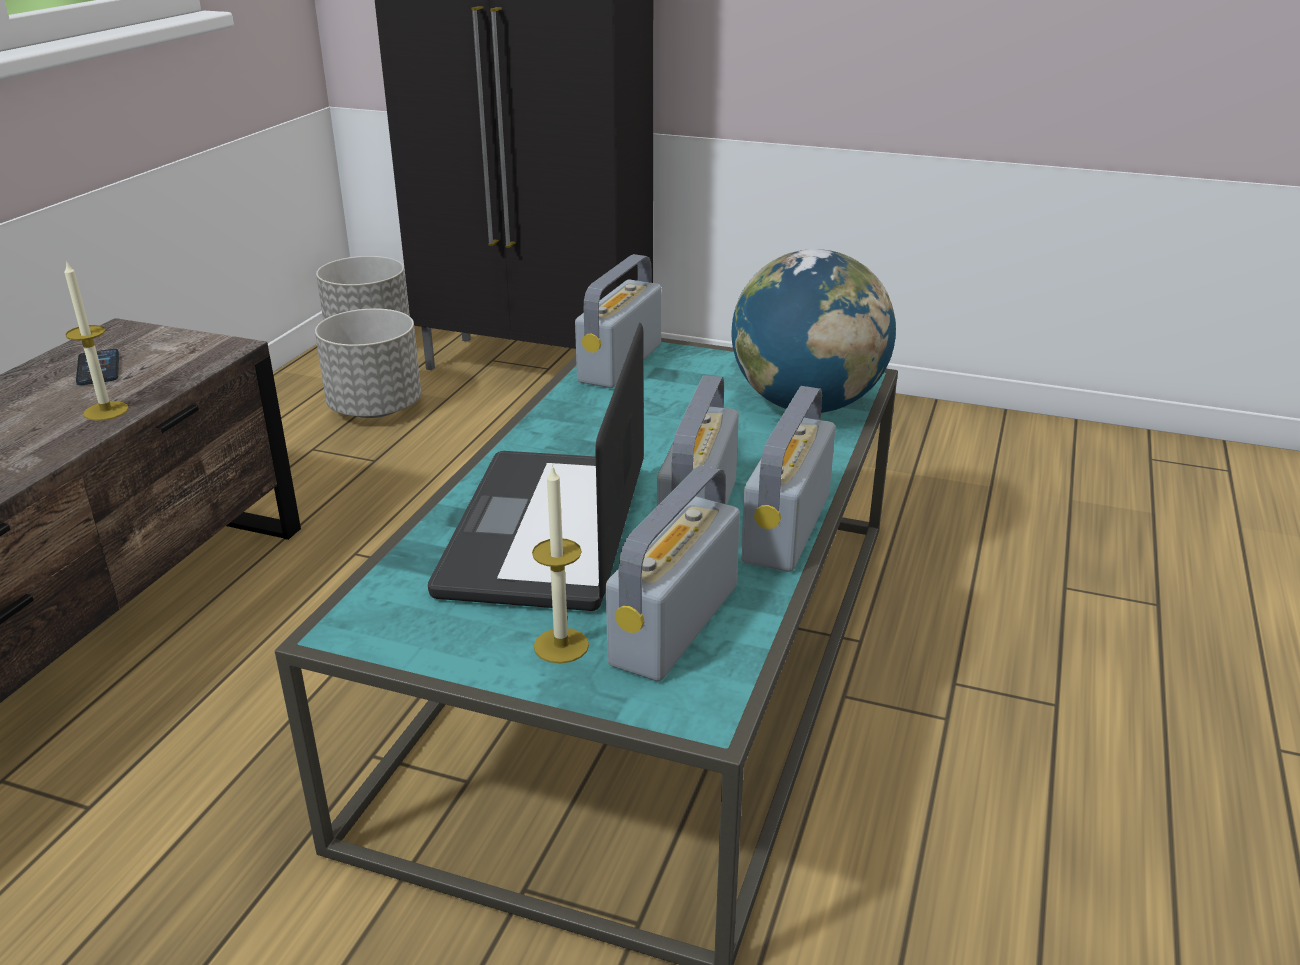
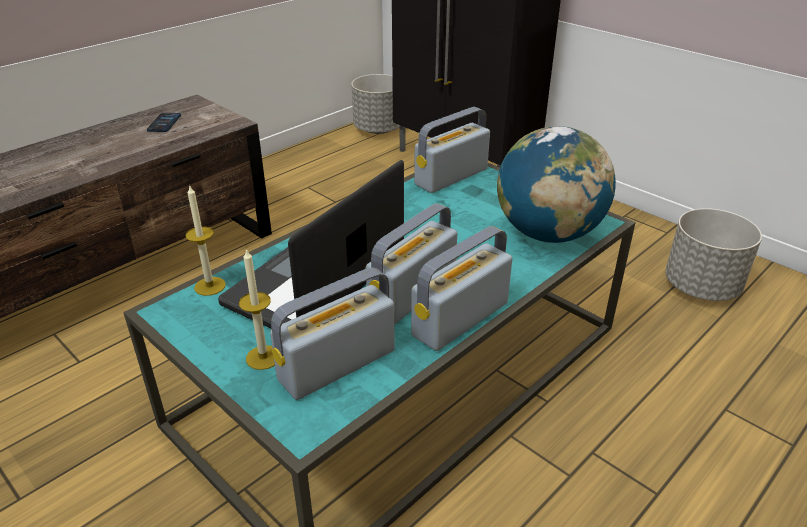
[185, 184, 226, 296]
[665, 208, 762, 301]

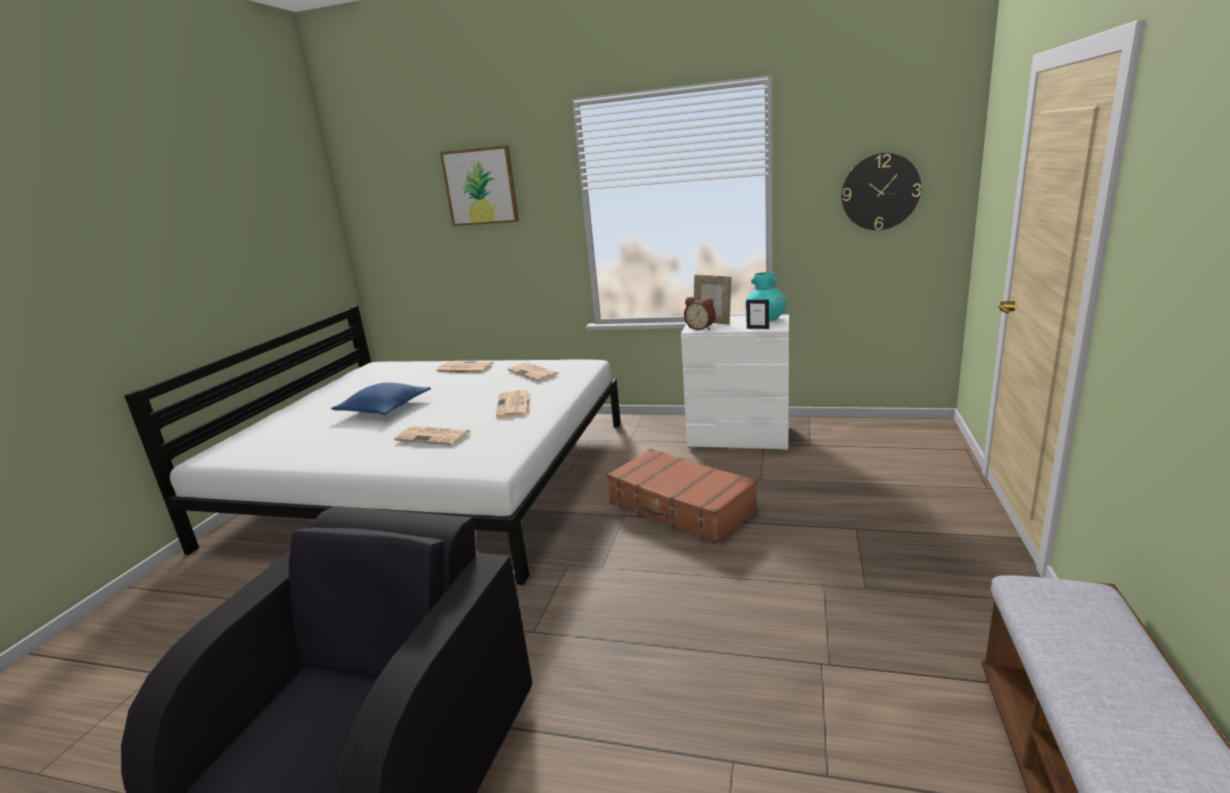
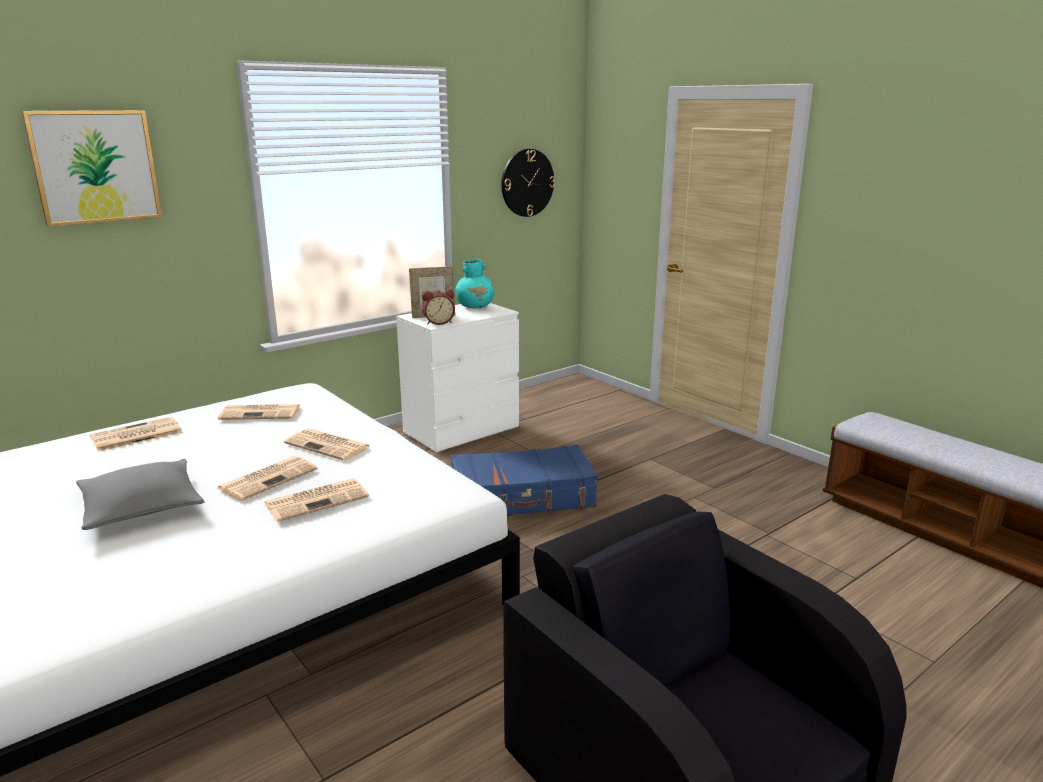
[76, 459, 204, 530]
[451, 445, 598, 515]
[746, 300, 769, 329] (first image)
[217, 456, 318, 501]

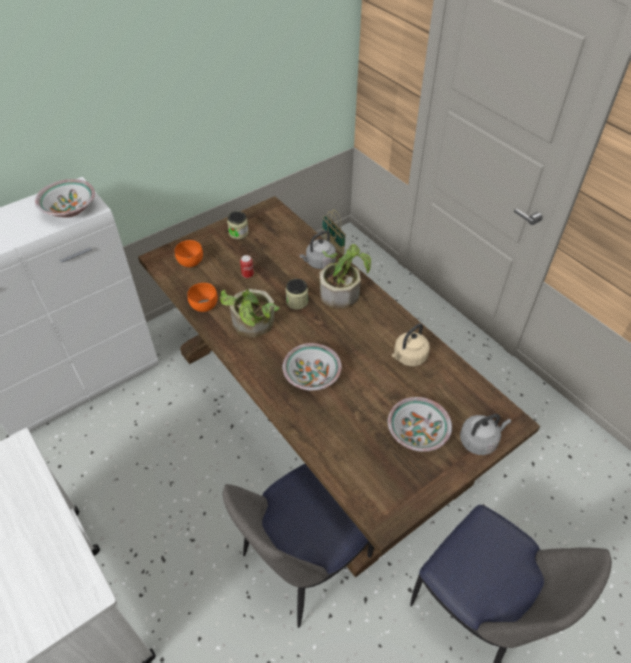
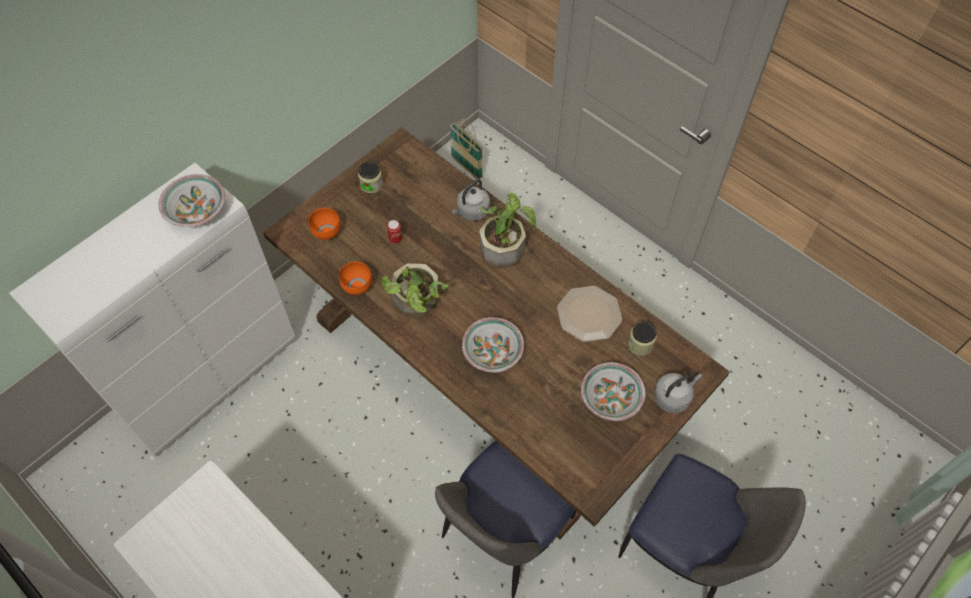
[628, 322, 657, 356]
[557, 286, 622, 342]

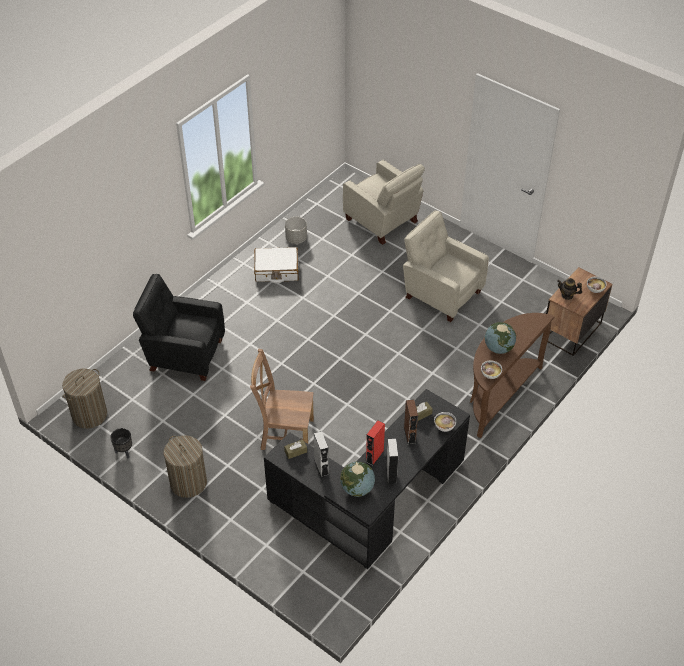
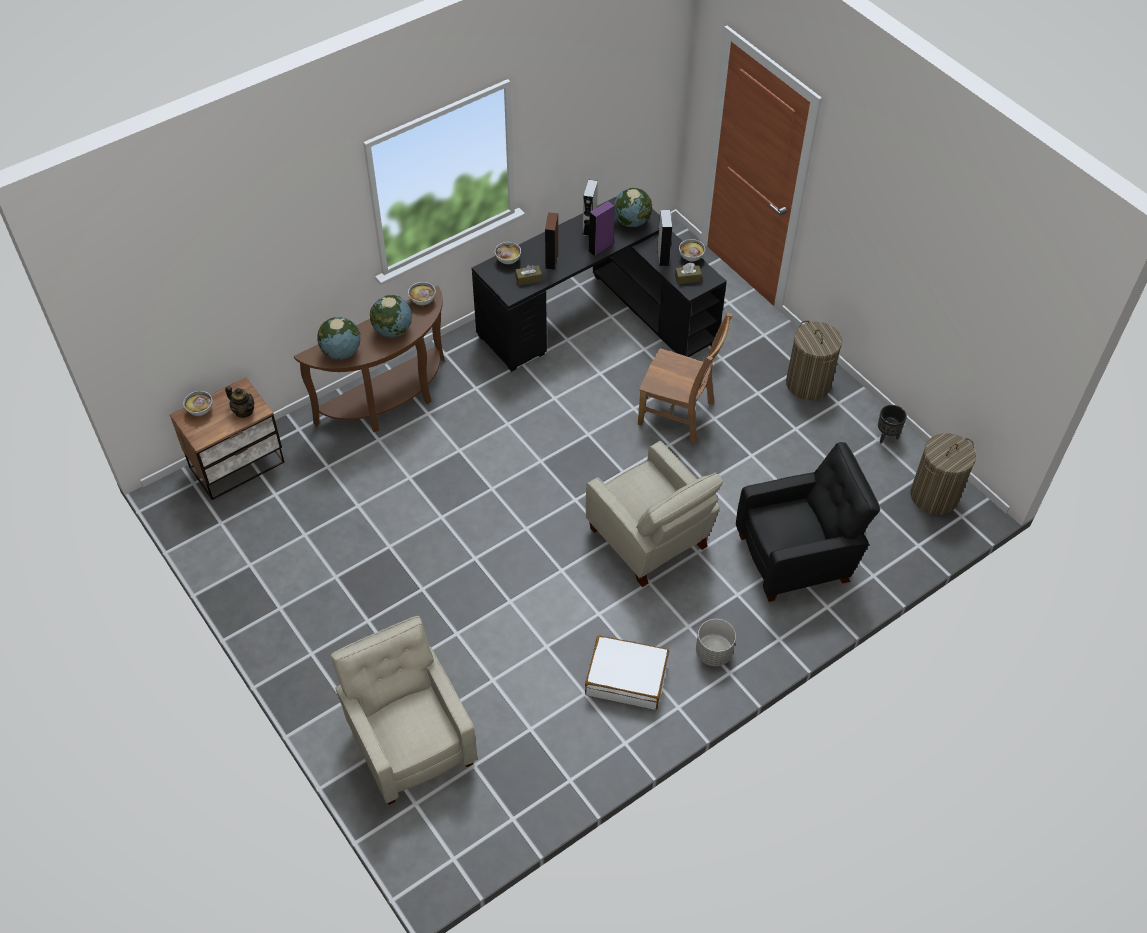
[736, 442, 880, 602]
[696, 619, 736, 666]
[588, 201, 615, 257]
[586, 441, 723, 587]
[318, 317, 360, 359]
[679, 239, 705, 261]

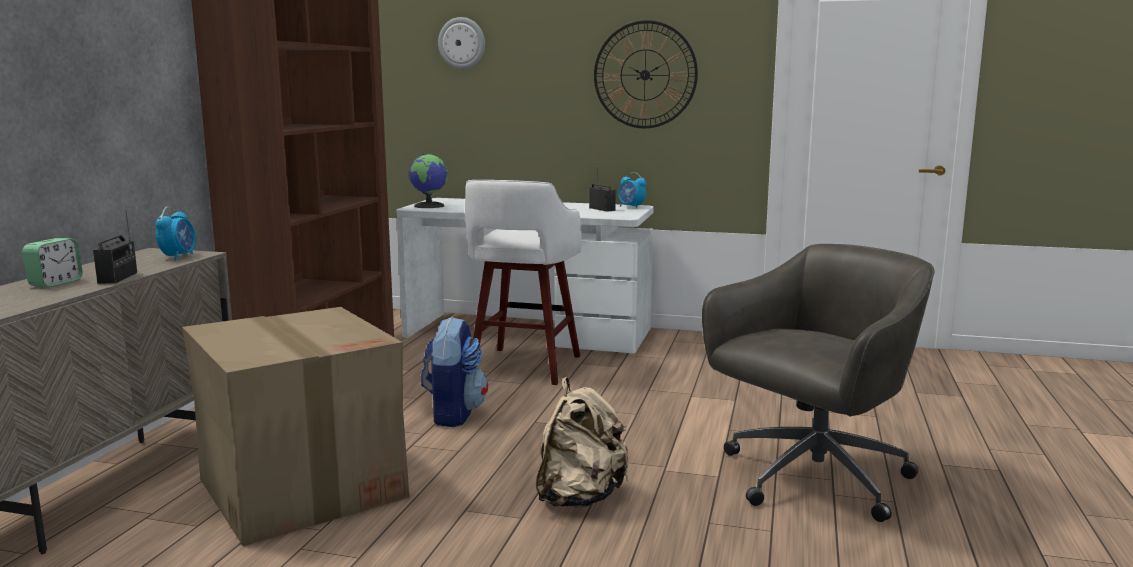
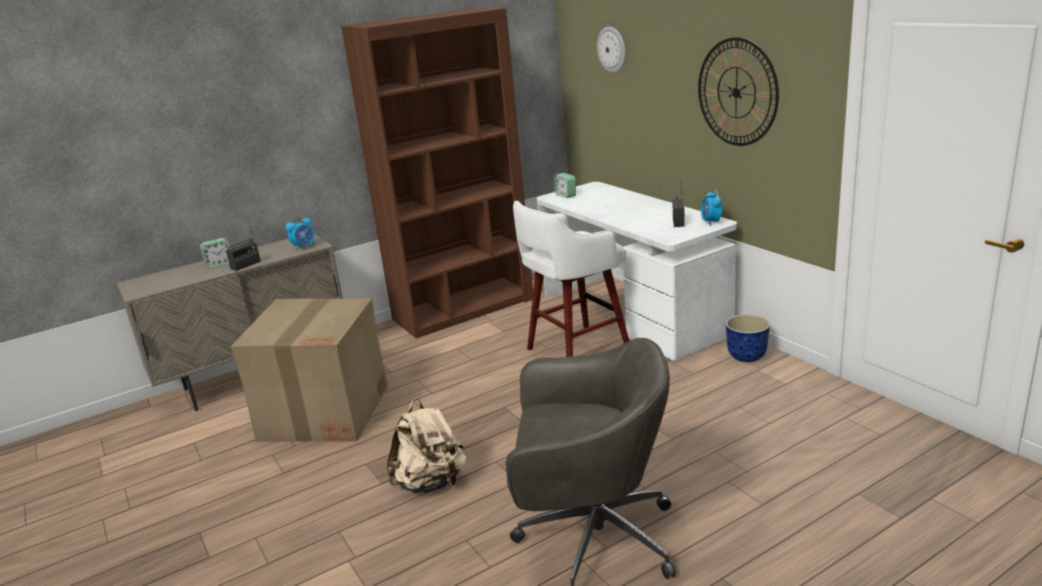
[554, 173, 576, 198]
[421, 317, 488, 427] (first image)
[726, 314, 770, 362]

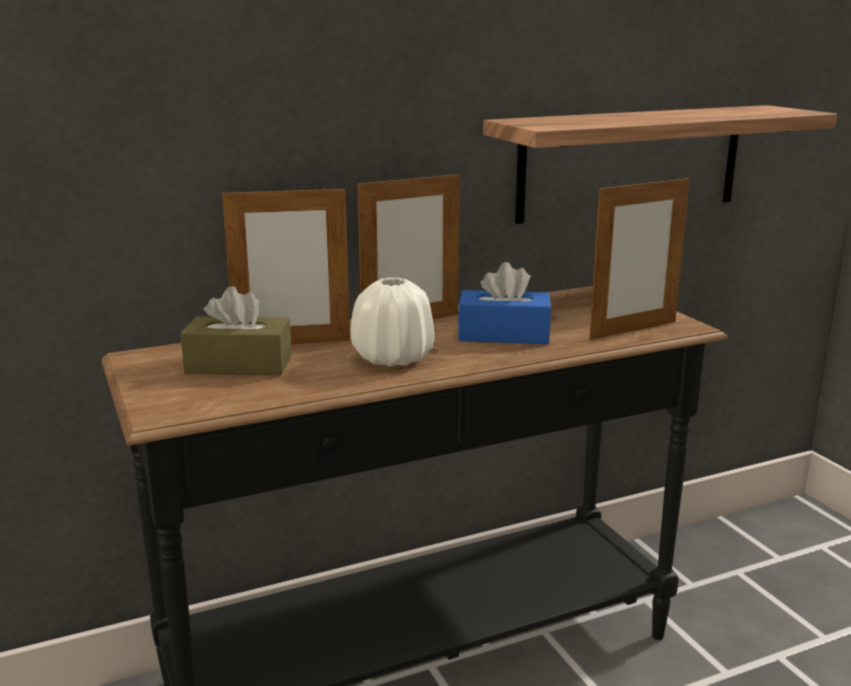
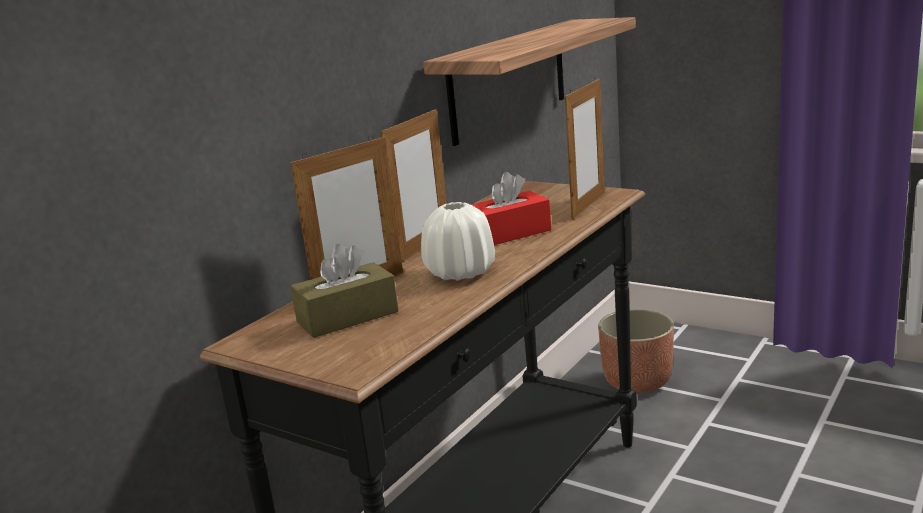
[471, 172, 551, 245]
[598, 309, 674, 393]

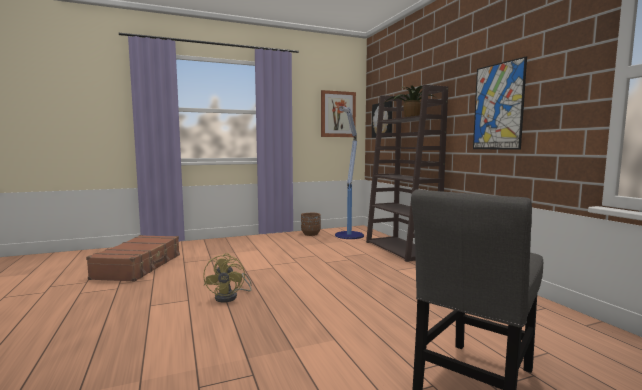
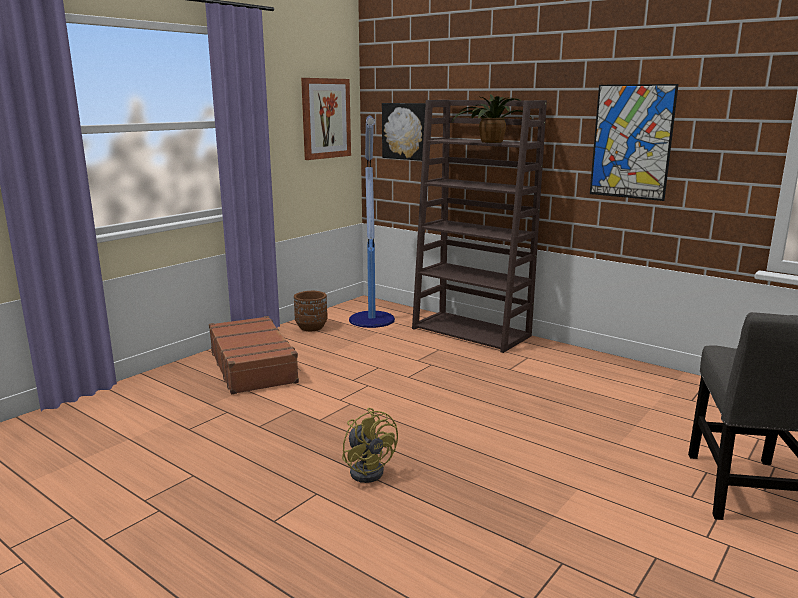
[209, 316, 301, 394]

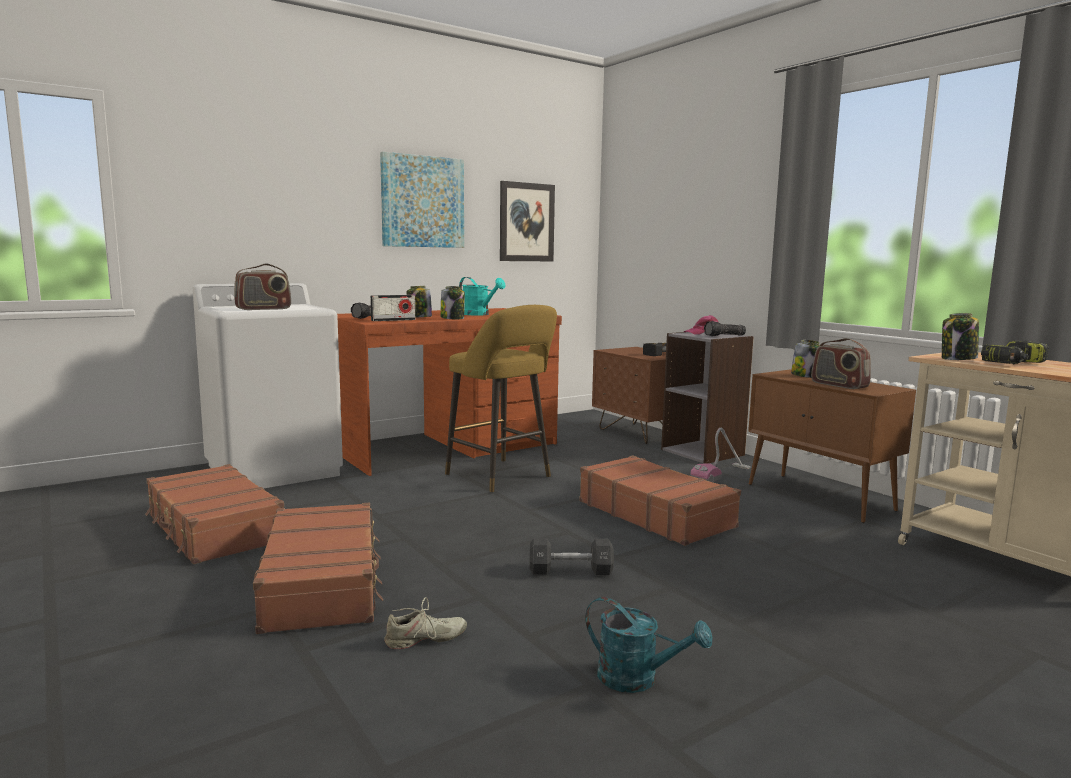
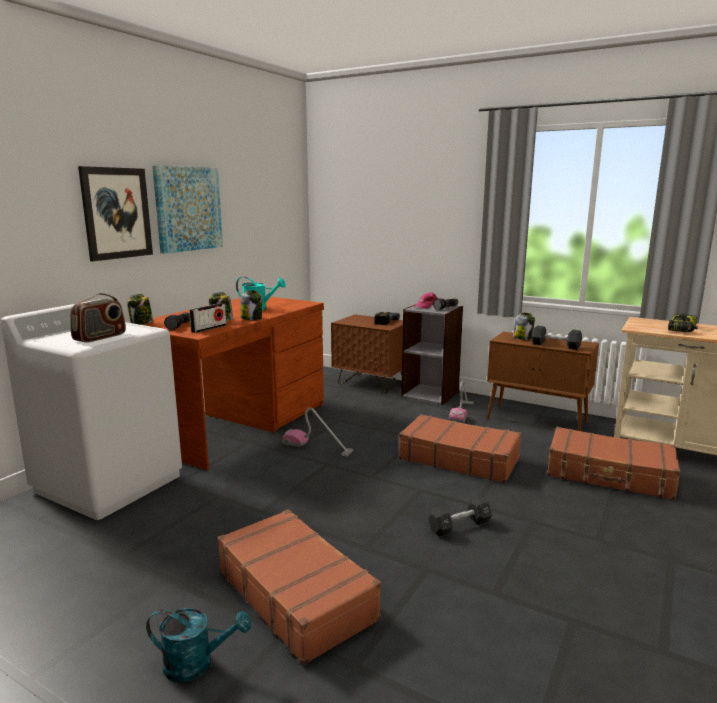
[547, 427, 680, 500]
[384, 597, 467, 649] (first image)
[282, 407, 353, 456]
[78, 166, 153, 261]
[146, 608, 251, 682]
[532, 326, 582, 350]
[127, 294, 153, 325]

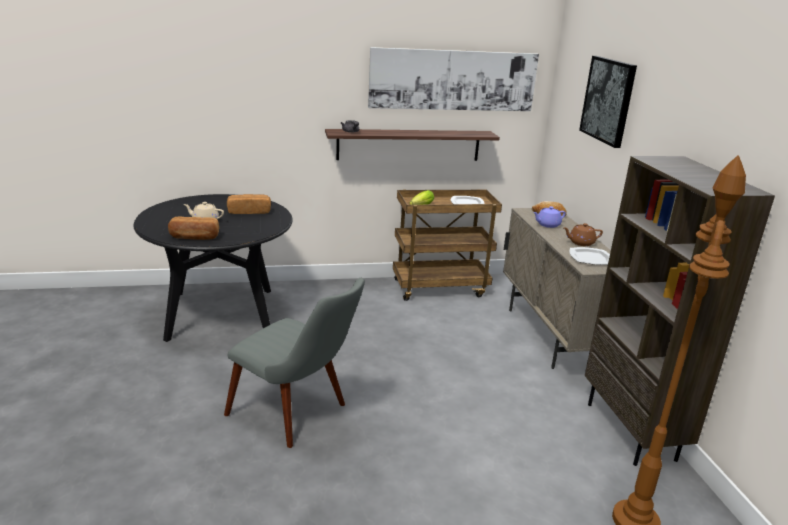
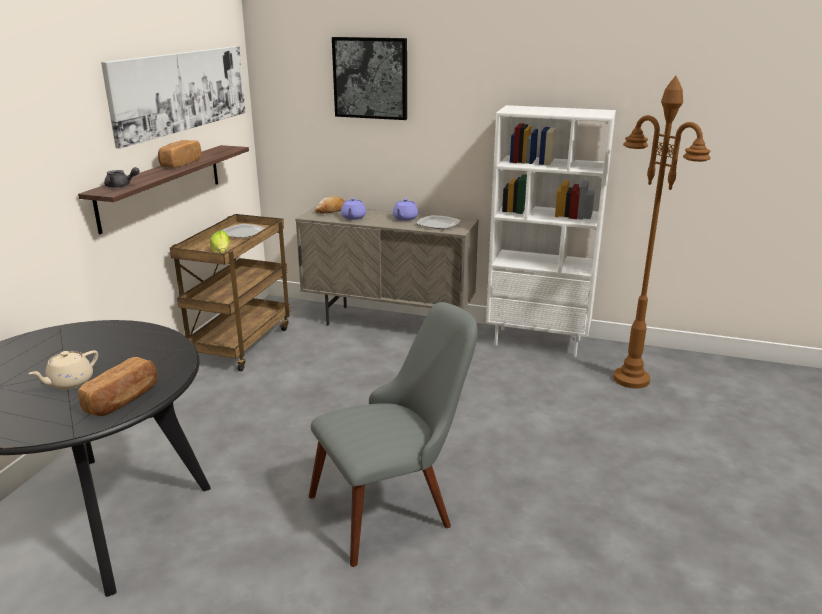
[158, 140, 201, 167]
[393, 199, 418, 221]
[486, 105, 616, 357]

